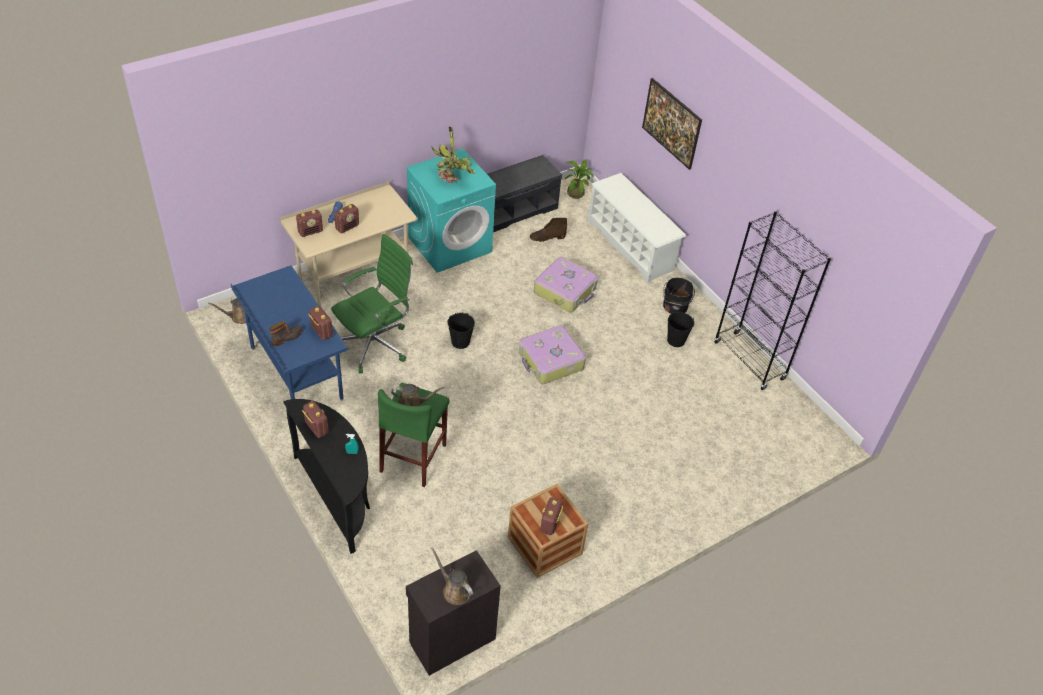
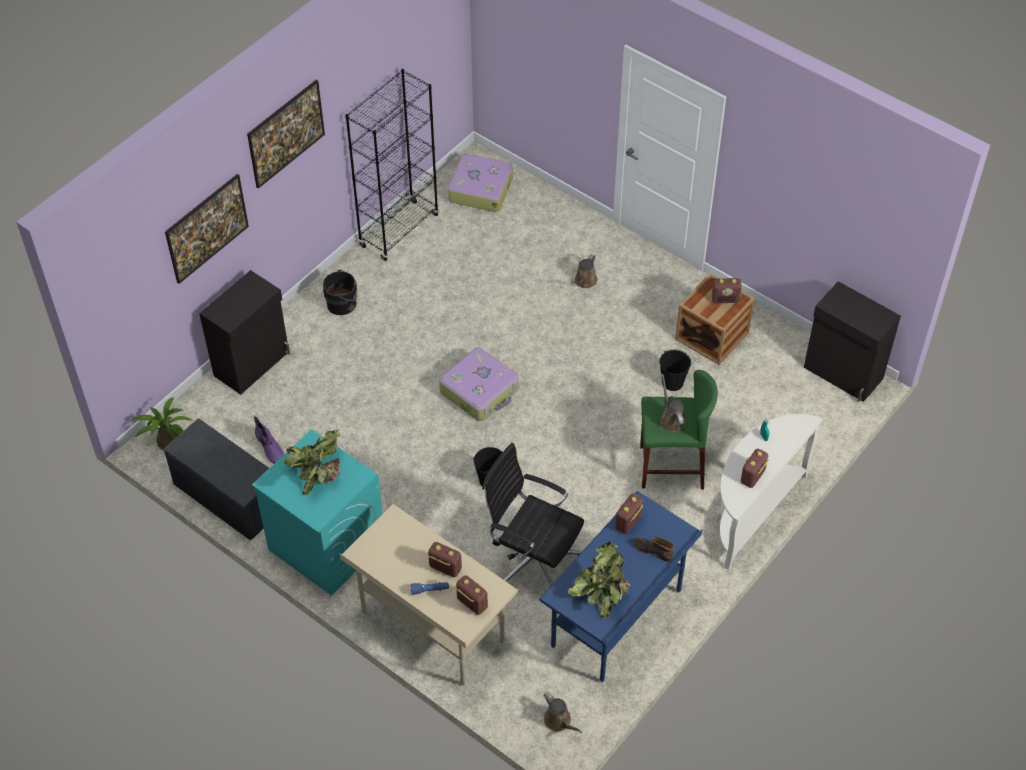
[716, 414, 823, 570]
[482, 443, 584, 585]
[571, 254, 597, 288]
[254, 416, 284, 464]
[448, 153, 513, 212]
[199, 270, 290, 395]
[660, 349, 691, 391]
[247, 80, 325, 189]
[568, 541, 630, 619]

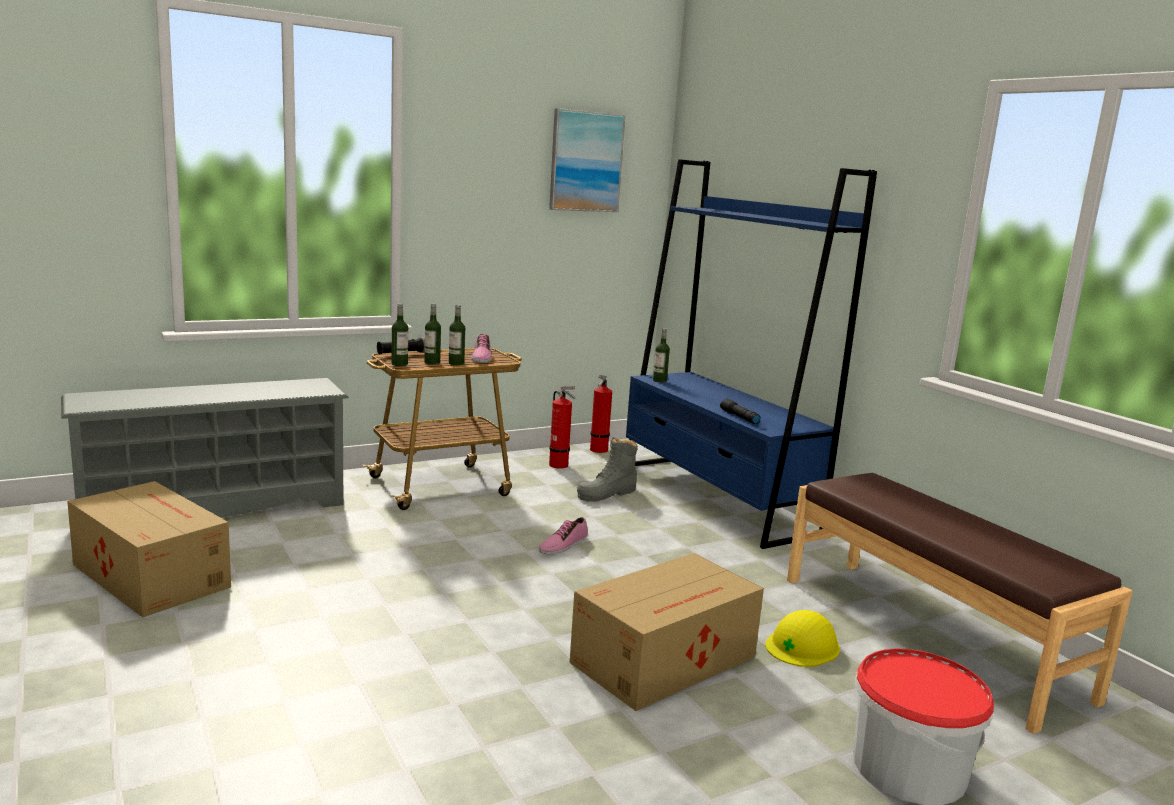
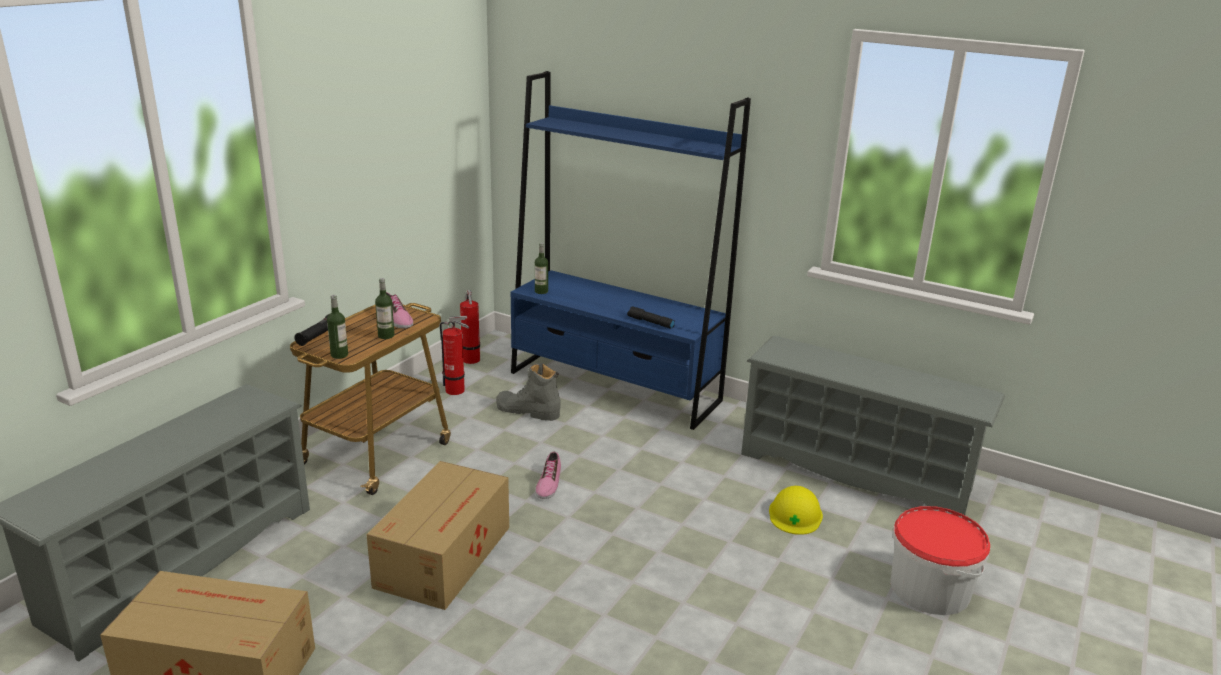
[424, 303, 441, 365] (first image)
[549, 108, 625, 212] (first image)
[366, 461, 509, 610]
[496, 363, 561, 421]
[741, 335, 1005, 515]

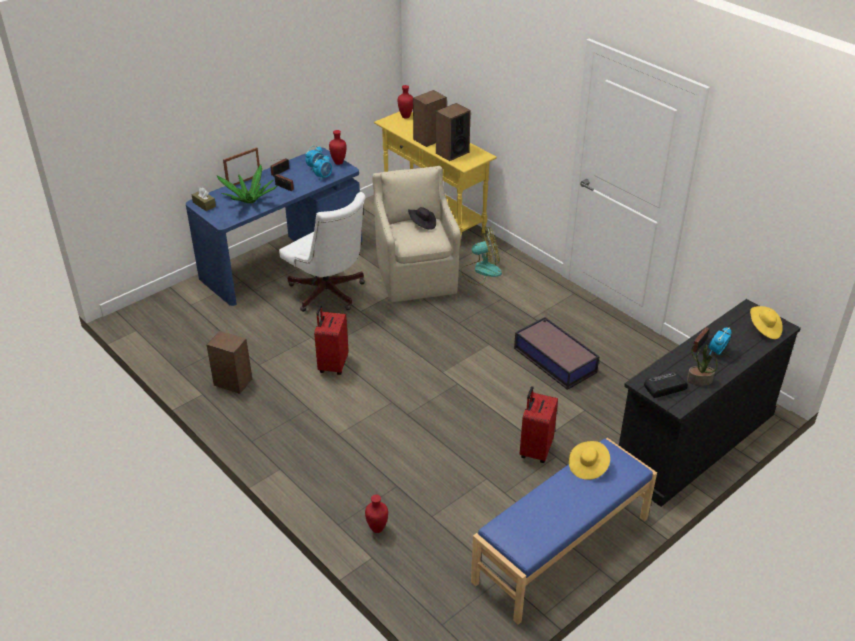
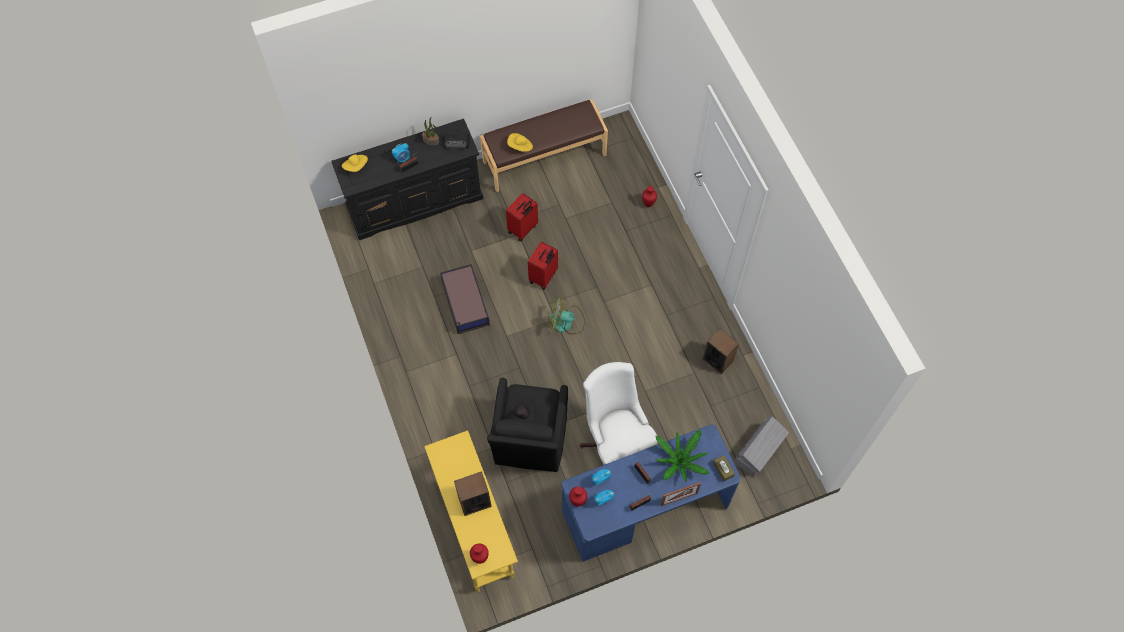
[528, 241, 558, 290]
[487, 378, 568, 472]
[436, 103, 471, 161] (first image)
[549, 297, 585, 334]
[480, 99, 608, 192]
[734, 416, 789, 477]

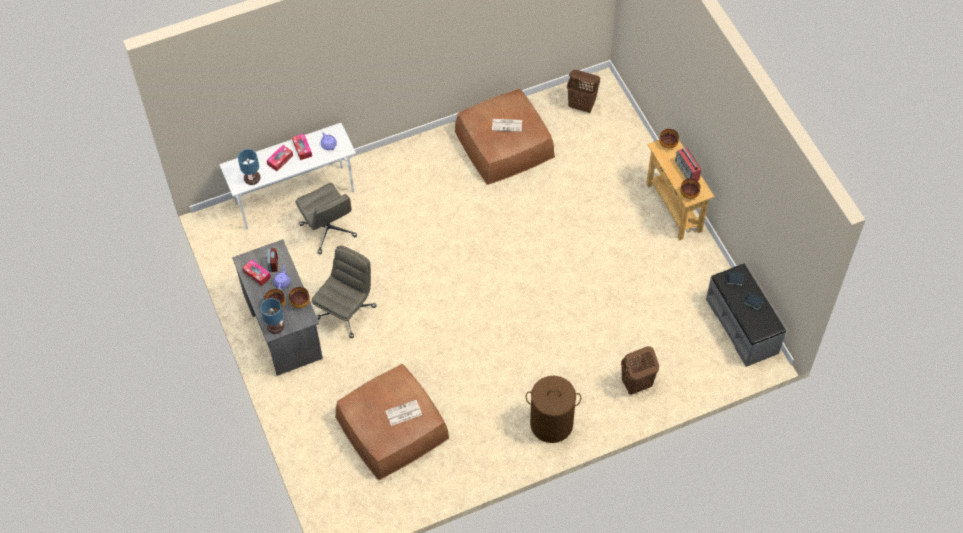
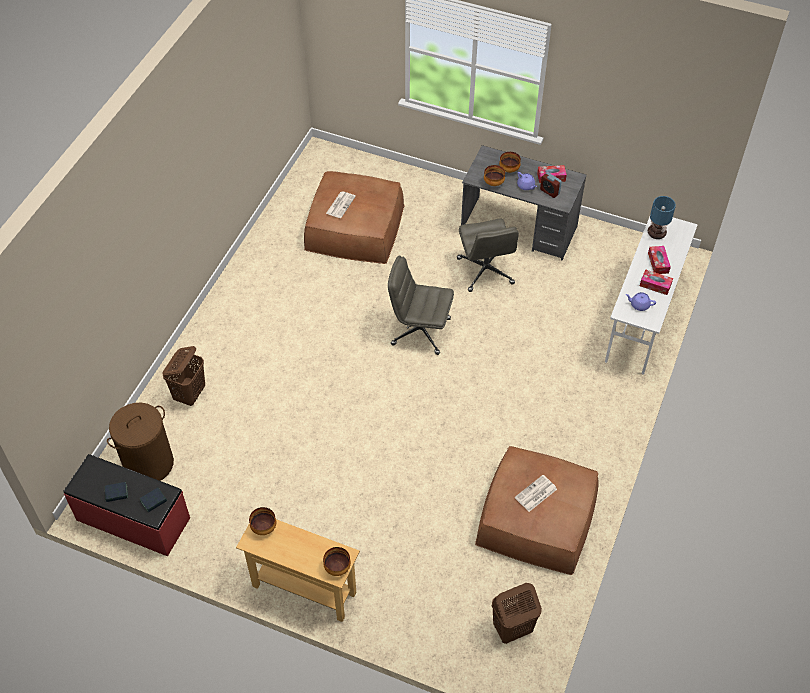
[260, 298, 285, 334] (first image)
[388, 256, 454, 355]
[107, 402, 174, 481]
[675, 147, 702, 181] (first image)
[63, 454, 190, 556]

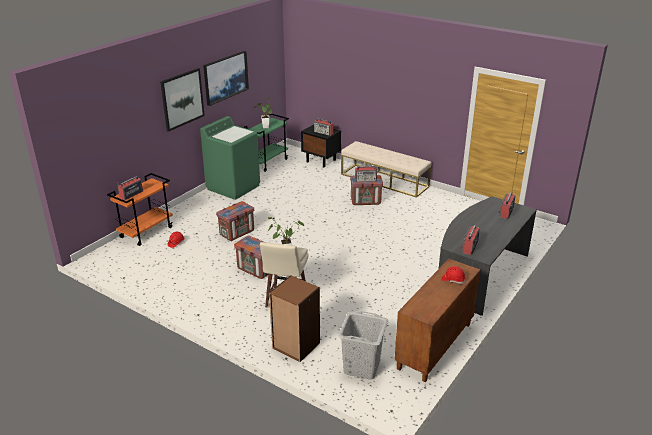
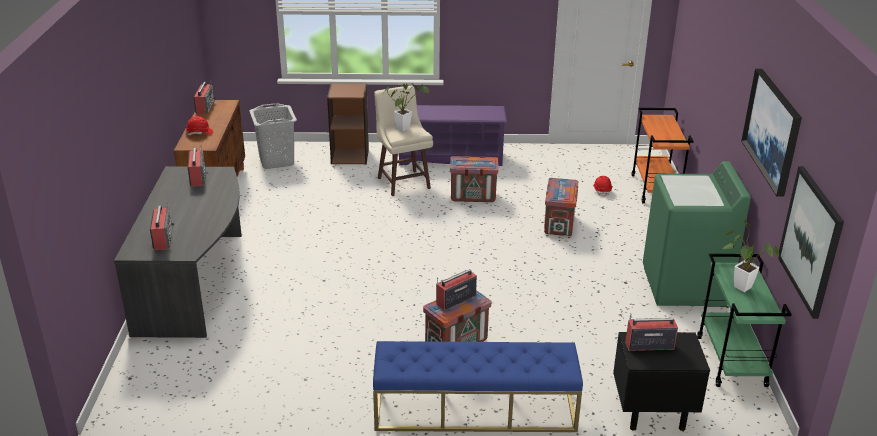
[194, 80, 215, 115]
[778, 166, 844, 319]
[373, 341, 583, 432]
[399, 105, 507, 166]

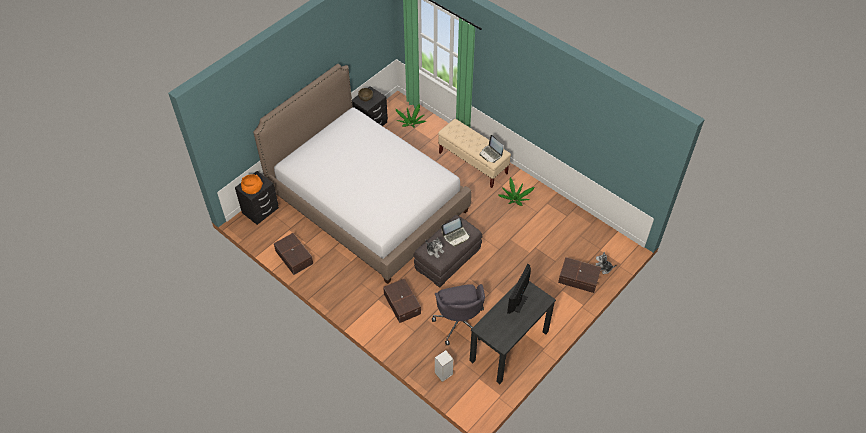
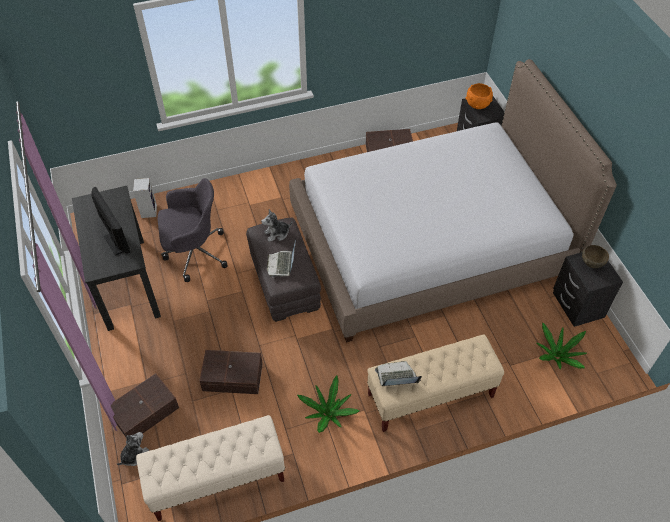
[199, 350, 263, 394]
[158, 178, 227, 282]
[136, 415, 285, 521]

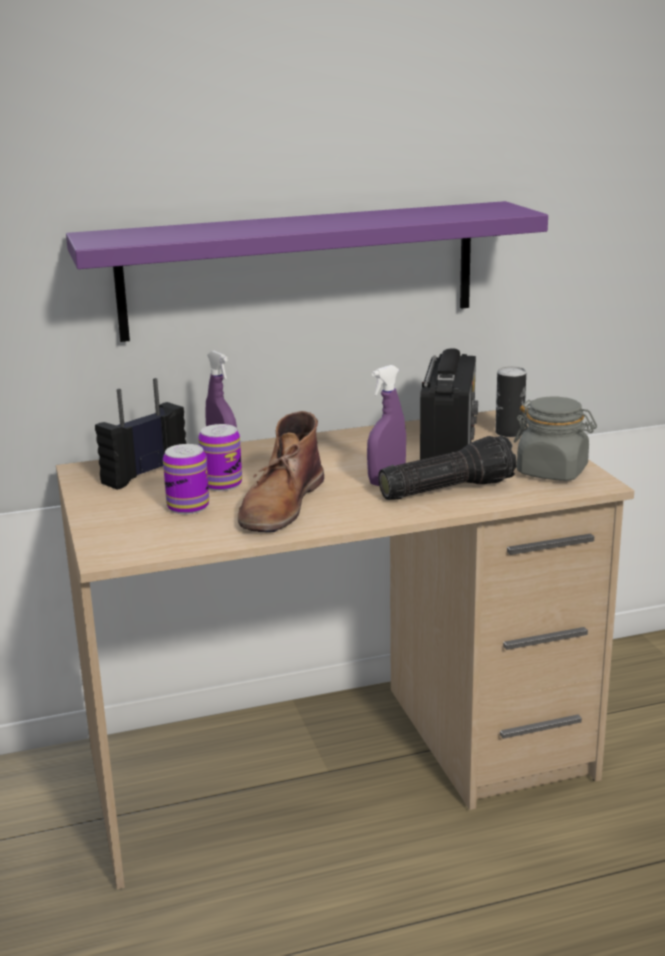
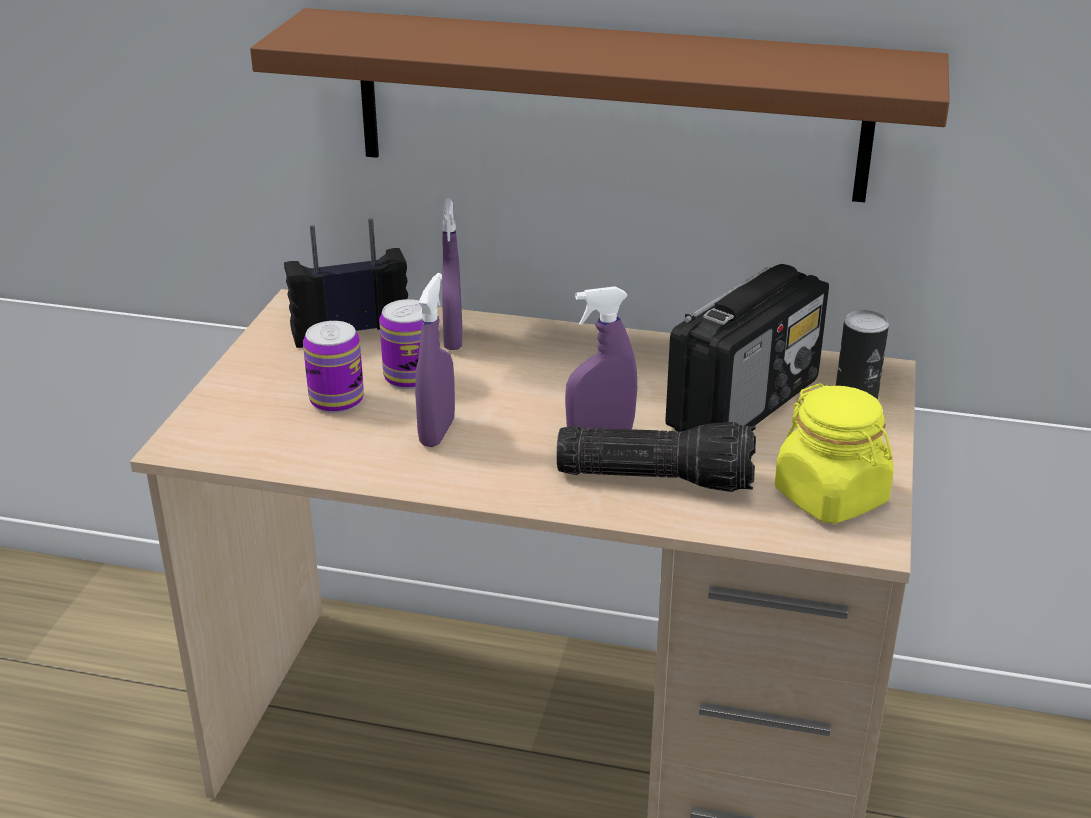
[250, 8, 950, 202]
[415, 273, 455, 447]
[775, 383, 894, 524]

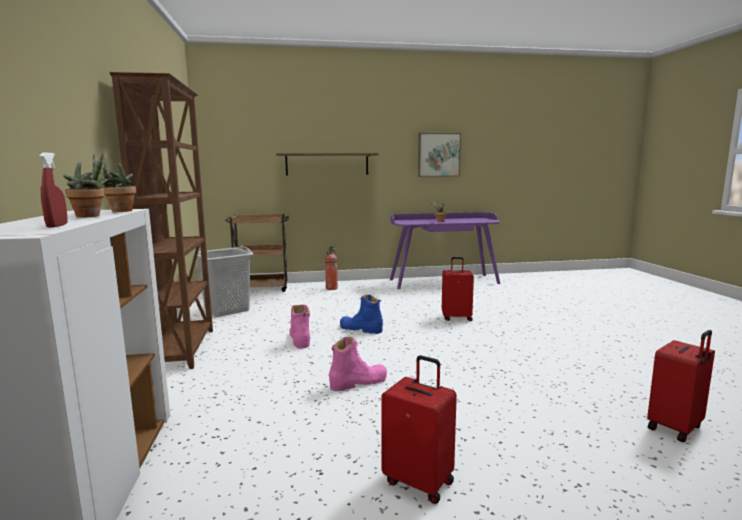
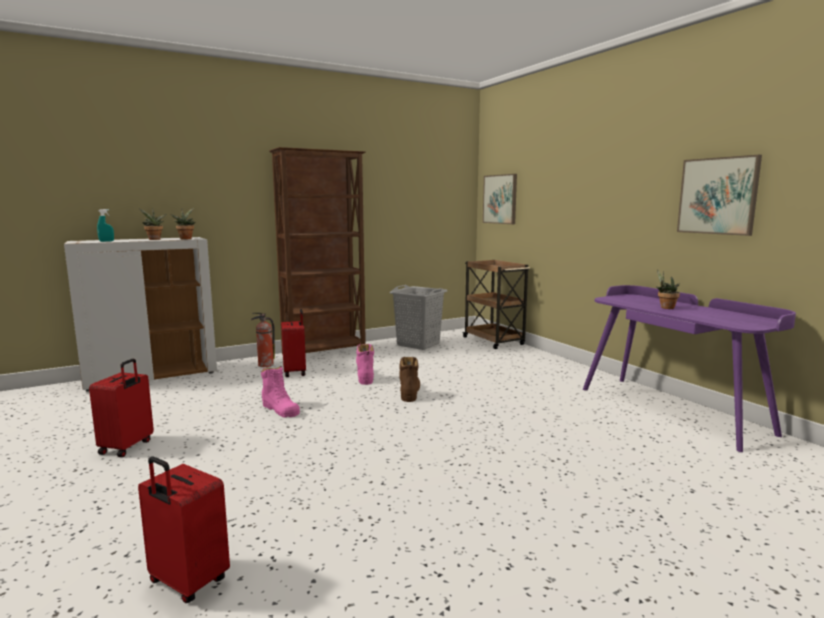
[97, 209, 114, 242]
[276, 153, 379, 175] (first image)
[356, 344, 374, 385]
[251, 312, 275, 367]
[399, 357, 420, 402]
[281, 309, 306, 377]
[483, 174, 517, 224]

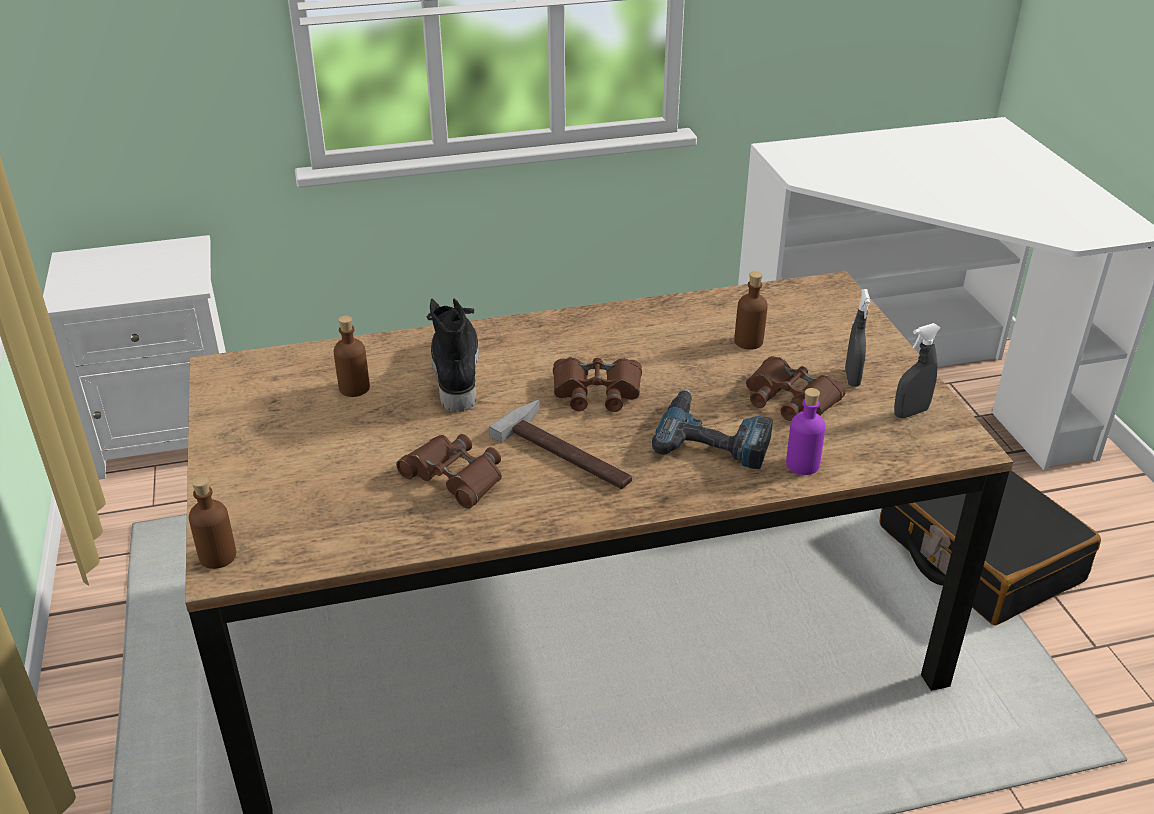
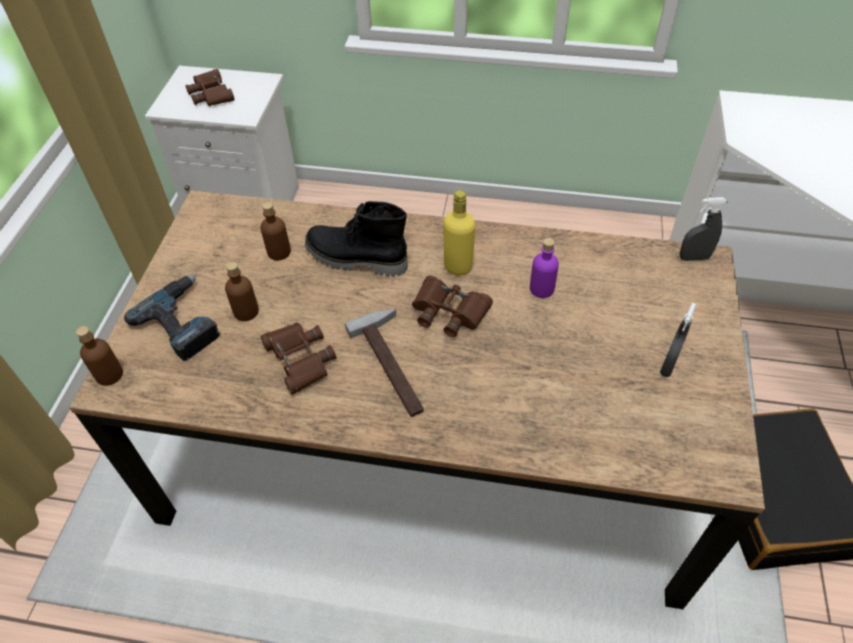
[305, 201, 408, 277]
[124, 275, 221, 361]
[225, 262, 259, 321]
[185, 69, 235, 106]
[530, 238, 559, 298]
[680, 197, 728, 261]
[443, 190, 475, 276]

